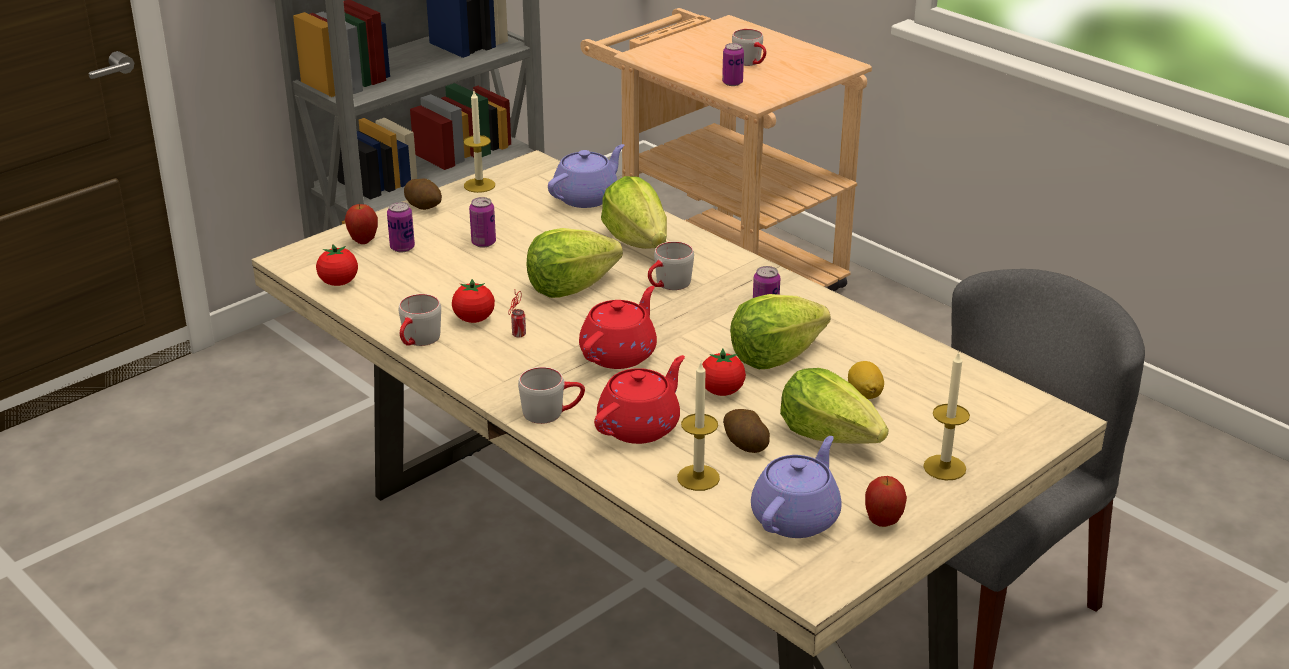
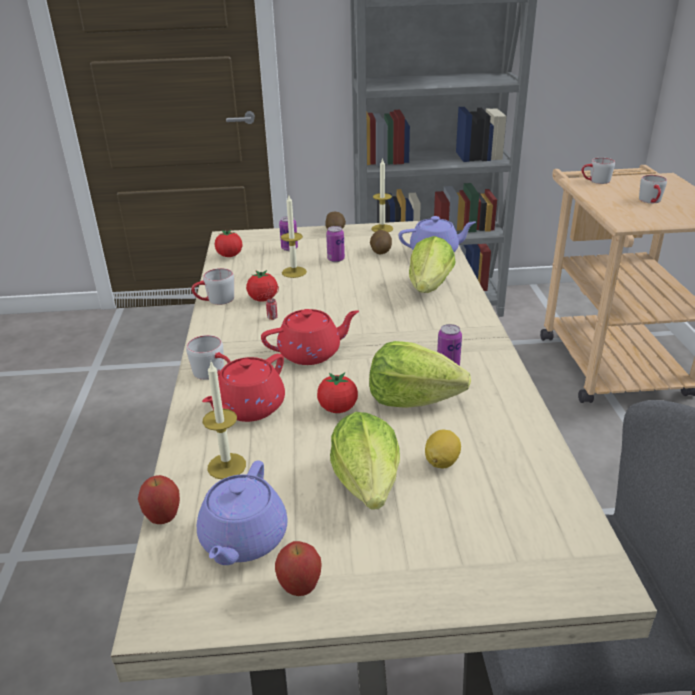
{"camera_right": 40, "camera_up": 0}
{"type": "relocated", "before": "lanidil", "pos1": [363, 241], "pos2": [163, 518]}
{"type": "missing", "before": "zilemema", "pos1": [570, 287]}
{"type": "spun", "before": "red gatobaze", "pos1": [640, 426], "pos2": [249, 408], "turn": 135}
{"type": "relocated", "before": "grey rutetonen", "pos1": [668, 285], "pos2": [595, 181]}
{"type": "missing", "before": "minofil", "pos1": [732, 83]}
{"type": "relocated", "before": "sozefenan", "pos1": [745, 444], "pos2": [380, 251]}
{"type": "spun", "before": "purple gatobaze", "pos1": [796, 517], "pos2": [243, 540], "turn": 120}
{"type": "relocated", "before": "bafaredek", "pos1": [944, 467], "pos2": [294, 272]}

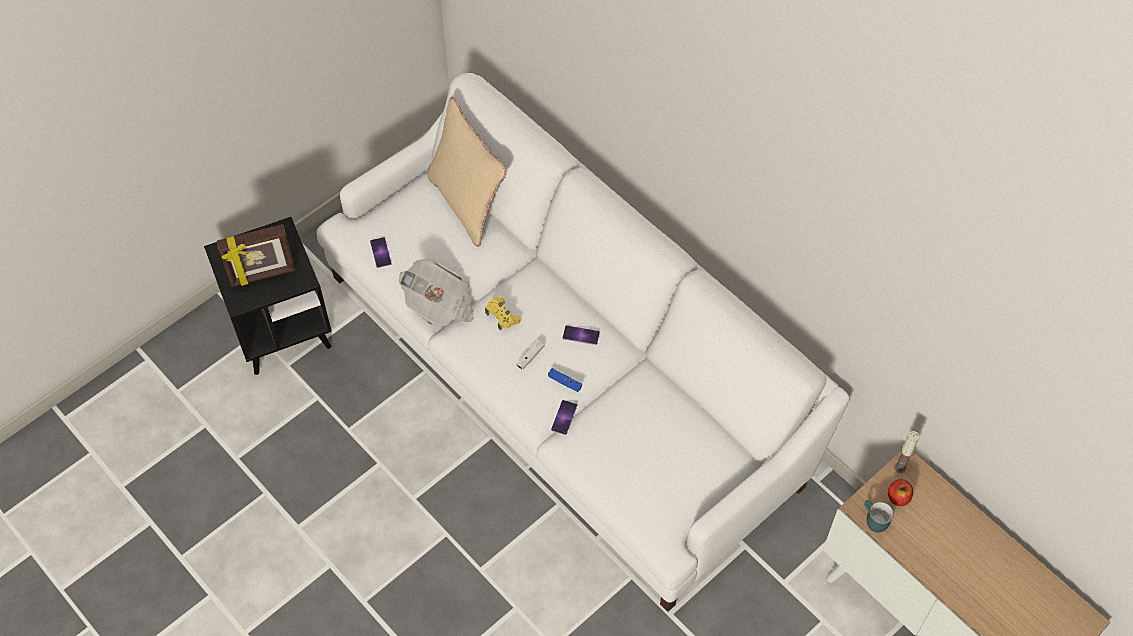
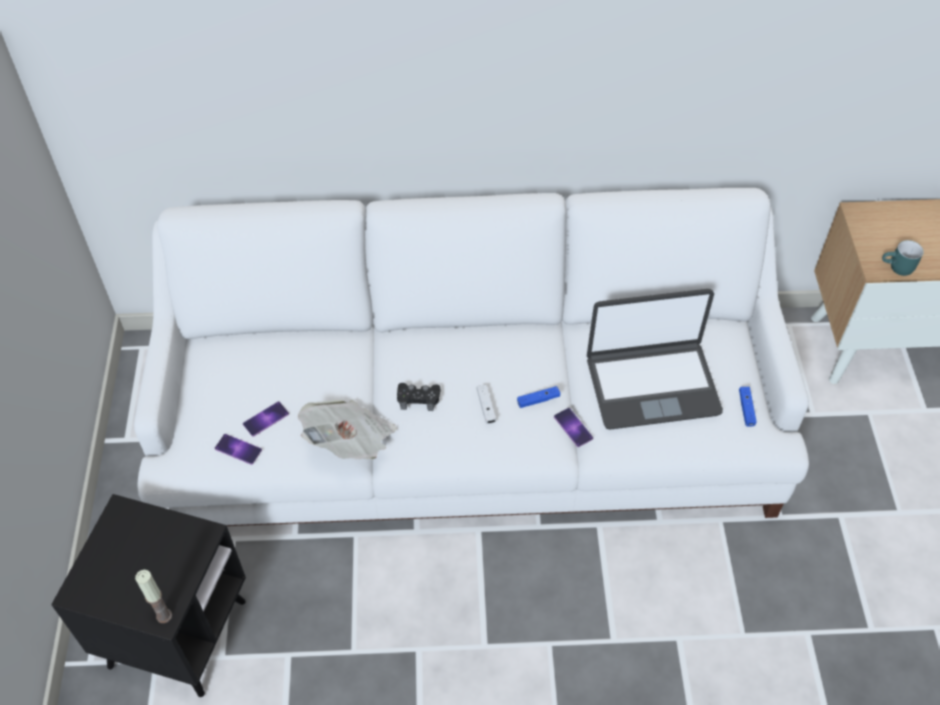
{"camera_right": -50, "camera_up": -5}
{"type": "missing", "before": "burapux", "pos1": [263, 275]}
{"type": "missing", "before": "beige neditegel", "pos1": [467, 203]}
{"type": "colour", "before": "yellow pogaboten", "after": "black pogaboten", "pos1": [502, 316], "pos2": [418, 398]}
{"type": "relocated", "before": "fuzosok", "pos1": [581, 335], "pos2": [266, 419]}
{"type": "missing", "before": "lanidil", "pos1": [898, 497]}
{"type": "relocated", "before": "bafaredek", "pos1": [900, 467], "pos2": [164, 615]}
{"type": "appeared", "after": "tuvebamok", "pos2": [652, 385]}
{"type": "appeared", "after": "blue pogaboten", "pos2": [746, 409]}

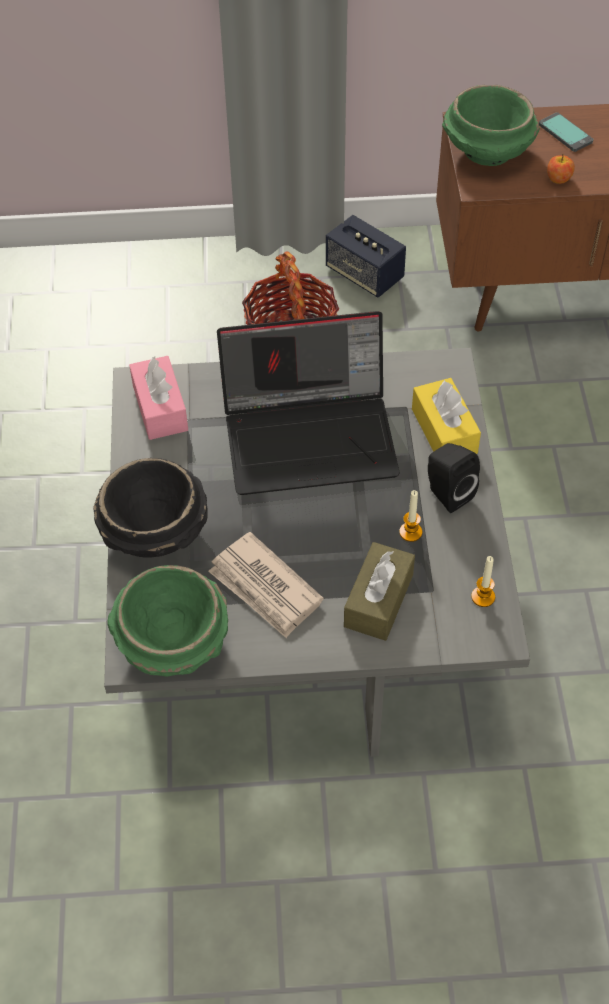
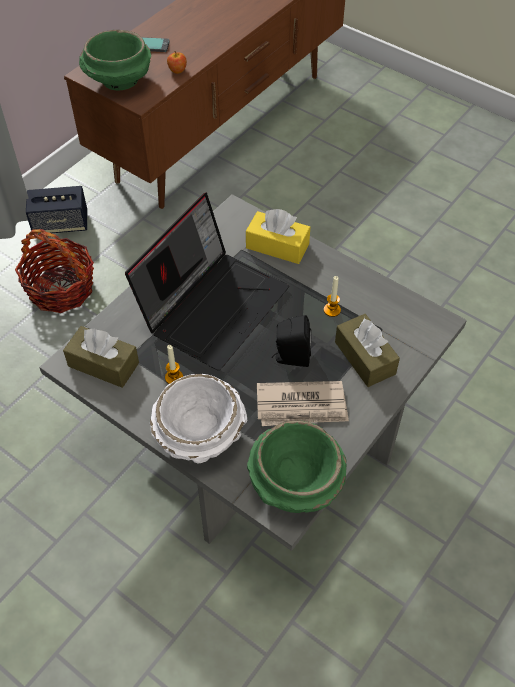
{"camera_right": -50, "camera_up": 0}
{"type": "colour", "before": "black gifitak", "after": "white gifitak", "pos1": [156, 533], "pos2": [200, 434]}
{"type": "colour", "before": "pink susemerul", "after": "brown susemerul", "pos1": [160, 408], "pos2": [103, 364]}
{"type": "relocated", "before": "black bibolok", "pos1": [447, 493], "pos2": [290, 357]}
{"type": "relocated", "before": "bafaredek", "pos1": [483, 597], "pos2": [174, 377]}

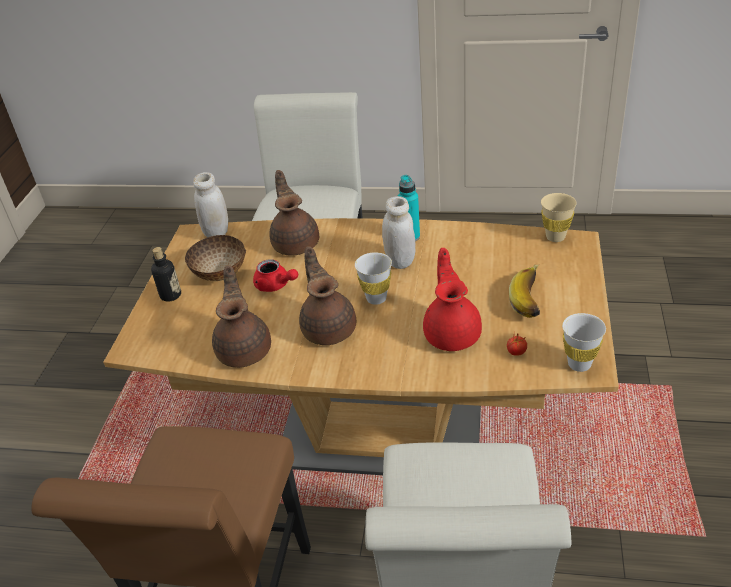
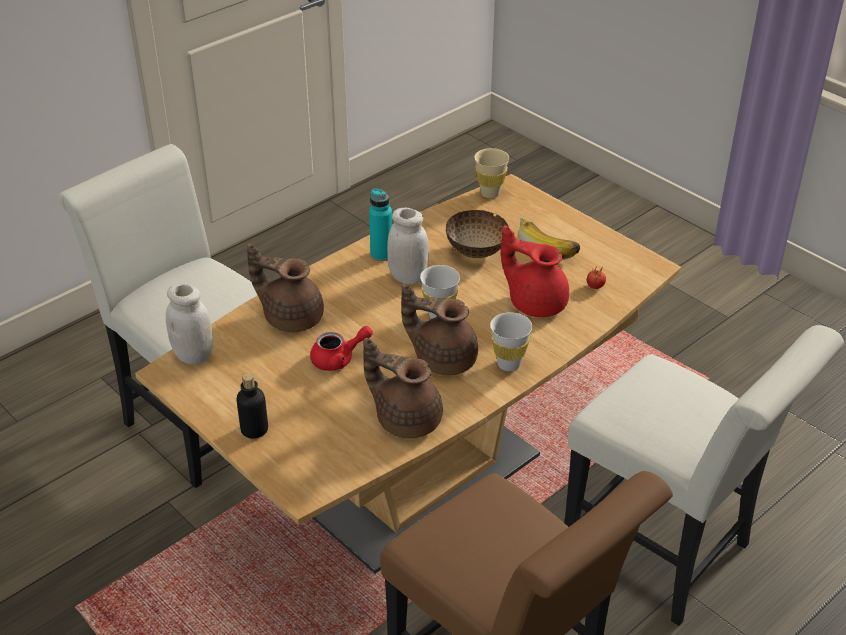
{"camera_right": -55, "camera_up": 0}
{"type": "relocated", "before": "gifitak", "pos1": [219, 275], "pos2": [476, 252]}
{"type": "relocated", "before": "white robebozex", "pos1": [579, 364], "pos2": [509, 364]}

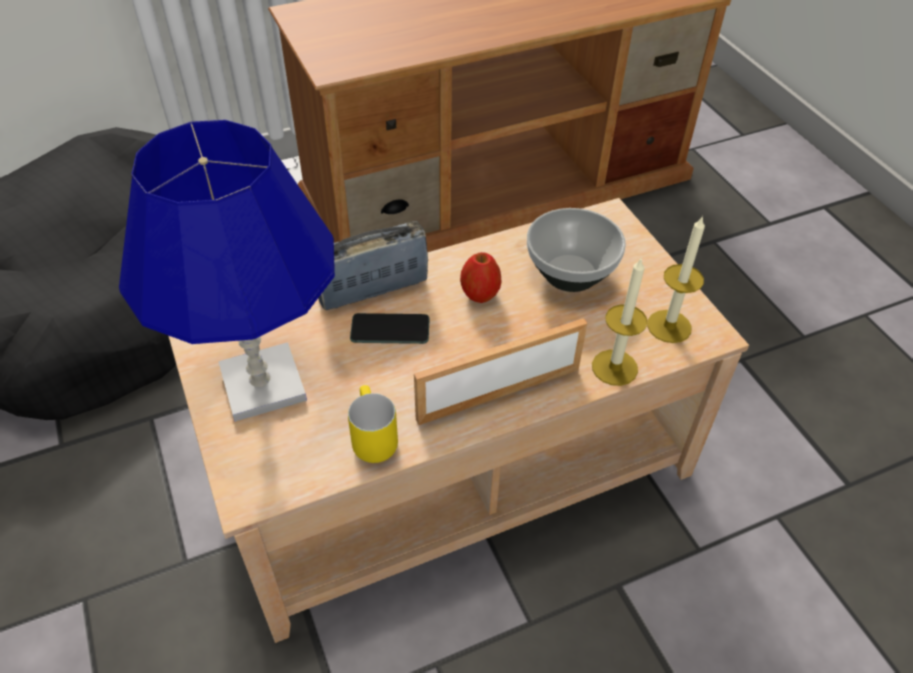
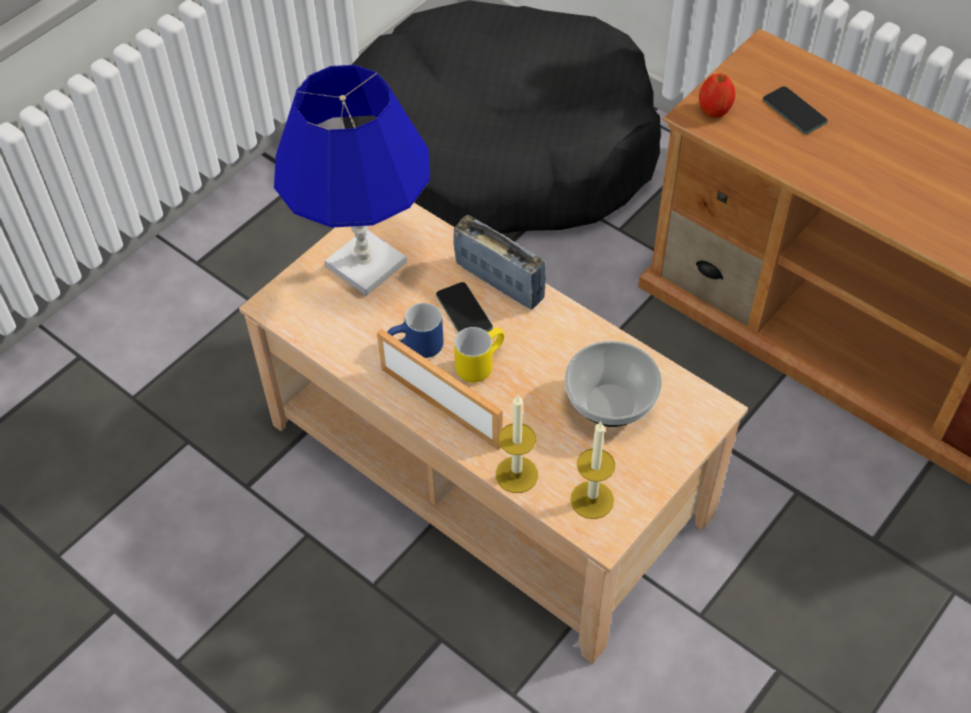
{"camera_right": 65, "camera_up": 5}
{"type": "relocated", "before": "yellow rutetonen", "pos1": [369, 438], "pos2": [479, 363]}
{"type": "relocated", "before": "lanidil", "pos1": [480, 294], "pos2": [714, 111]}
{"type": "appeared", "after": "blue rutetonen", "pos2": [417, 349]}
{"type": "appeared", "after": "fuzosok", "pos2": [794, 111]}

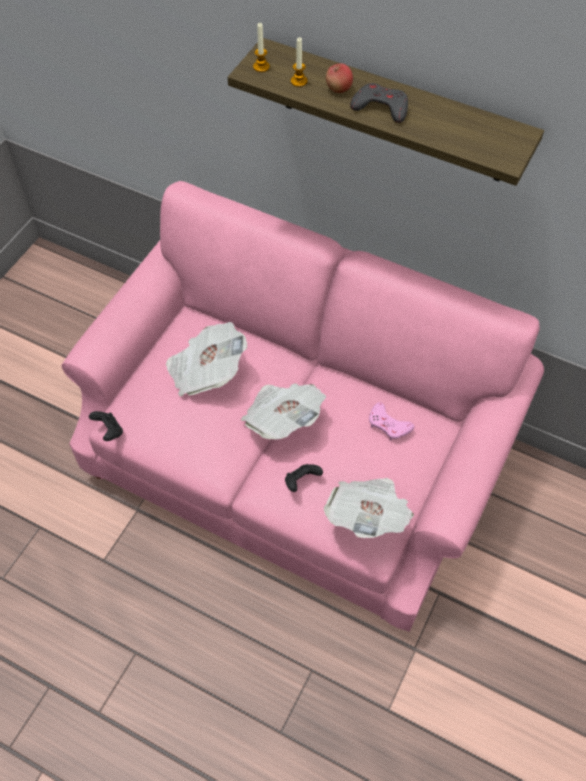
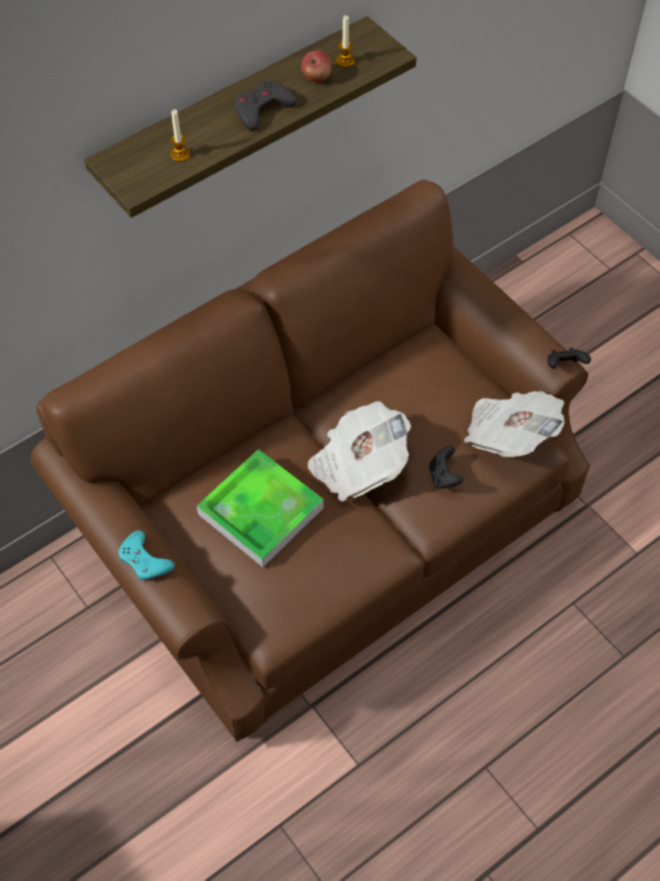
{"camera_right": -65, "camera_up": 0}
{"type": "colour", "before": "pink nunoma", "after": "brown nunoma", "pos1": [295, 458], "pos2": [329, 520]}
{"type": "relocated", "before": "black pogaboten", "pos1": [109, 431], "pos2": [564, 366]}
{"type": "exchanged", "before": "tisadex", "after": "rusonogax", "pos1": [206, 371], "pos2": [260, 511]}
{"type": "relocated", "before": "bafaredek", "pos1": [261, 67], "pos2": [345, 61]}
{"type": "relocated", "before": "lanidil", "pos1": [338, 89], "pos2": [317, 78]}
{"type": "missing", "before": "pink pogaboten", "pos1": [388, 425]}
{"type": "appeared", "after": "turquoise pogaboten", "pos2": [145, 560]}

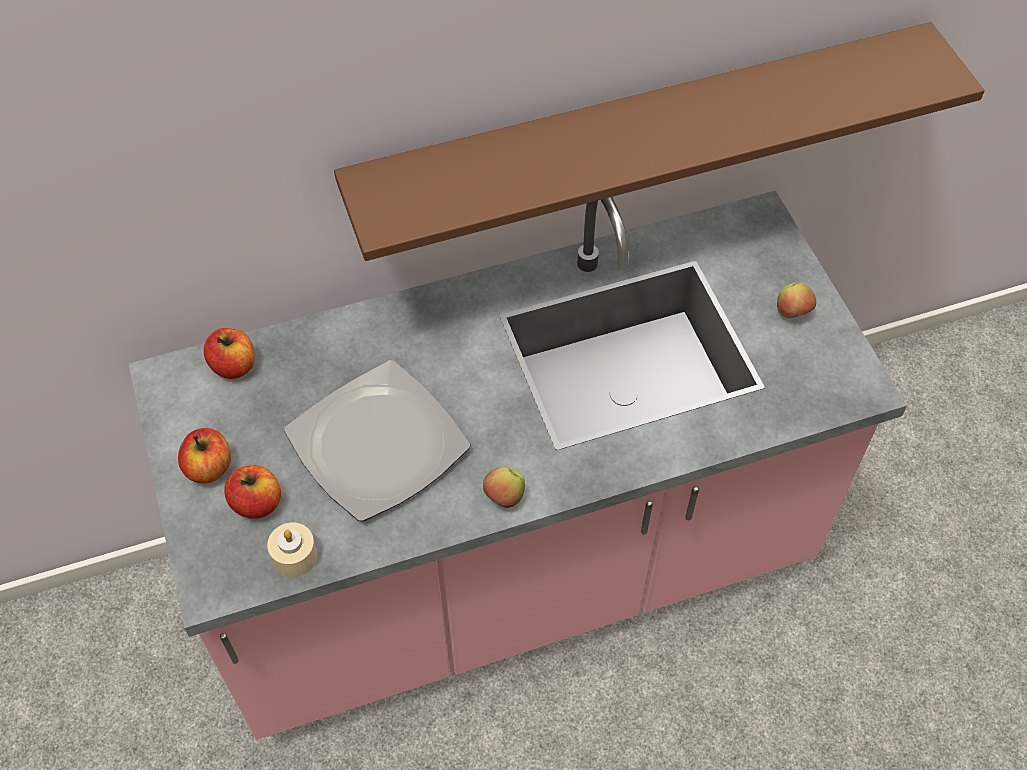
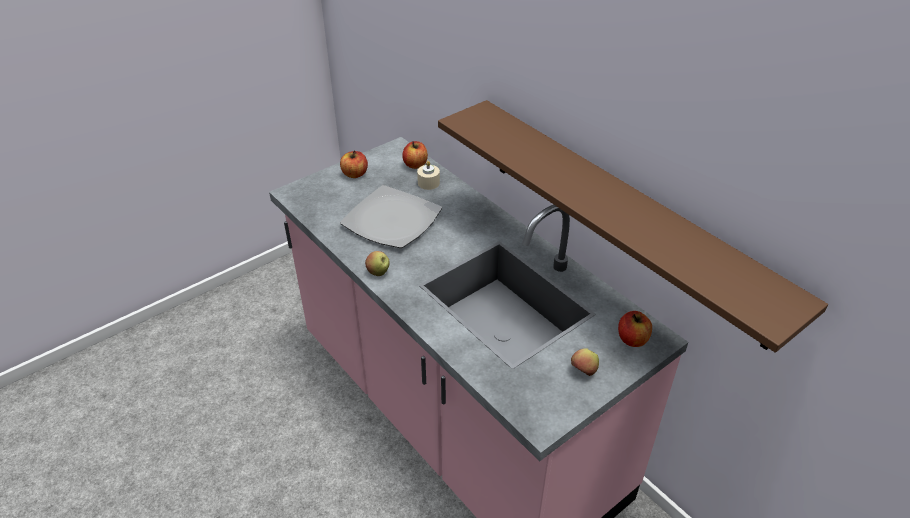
{"camera_right": 70, "camera_up": -15}
{"type": "relocated", "before": "lanidil", "pos1": [257, 503], "pos2": [632, 339]}
{"type": "relocated", "before": "beige bafaredek", "pos1": [294, 556], "pos2": [428, 183]}

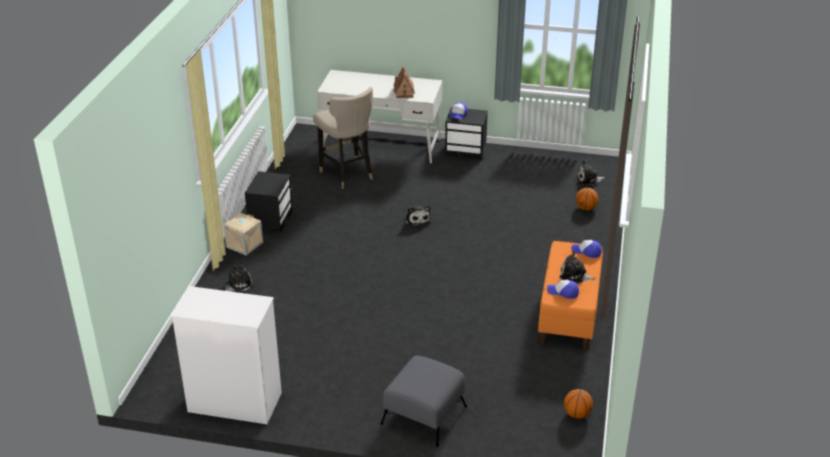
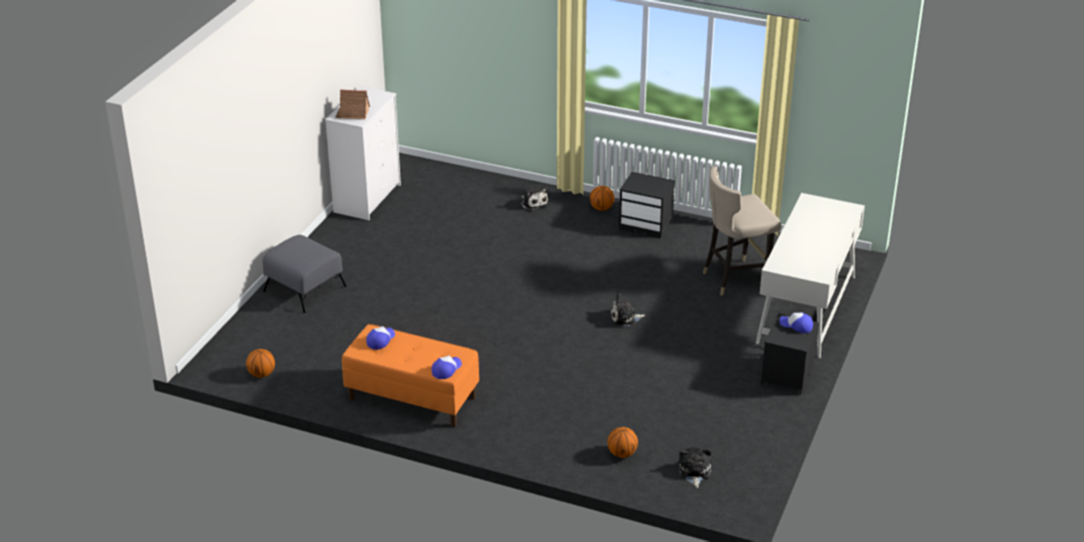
{"camera_right": 100, "camera_up": 0}
{"type": "exchanged", "before": "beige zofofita", "after": "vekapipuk", "pos1": [244, 245], "pos2": [601, 208]}
{"type": "relocated", "before": "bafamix", "pos1": [404, 91], "pos2": [353, 114]}
{"type": "missing", "before": "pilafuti", "pos1": [575, 275]}

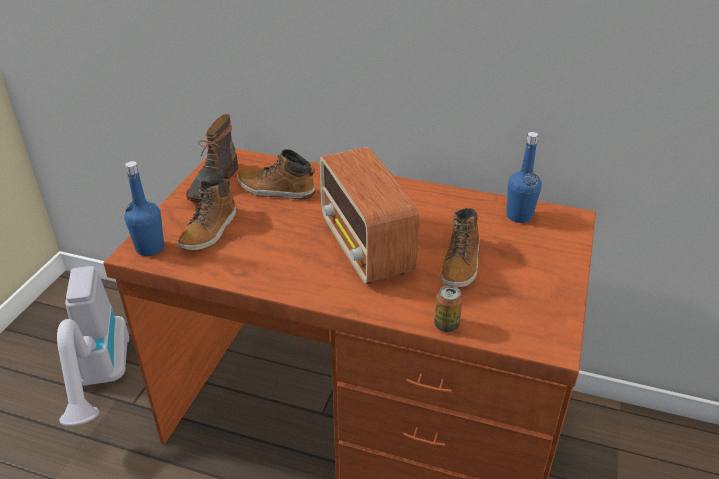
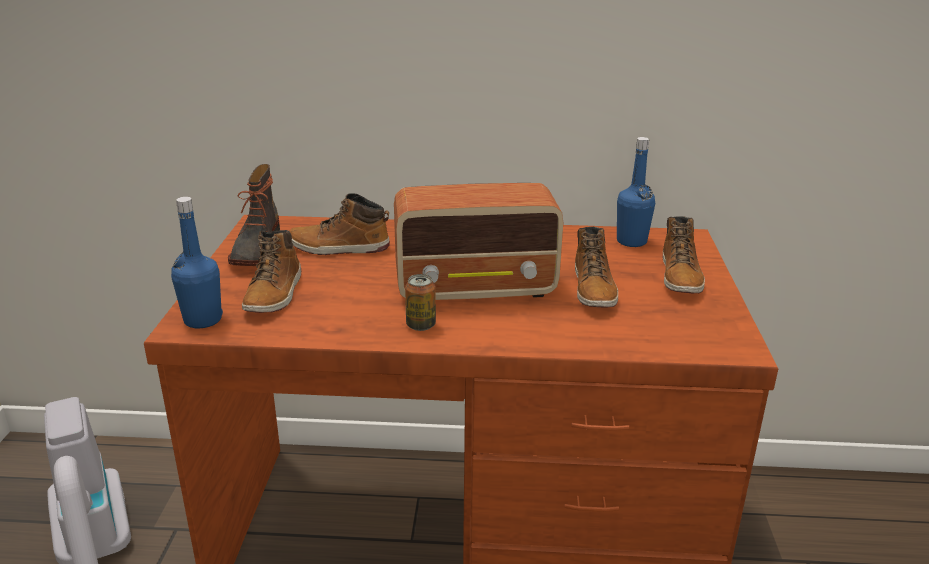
{"camera_right": -15, "camera_up": -10}
{"type": "spun", "before": "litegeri", "pos1": [366, 248], "pos2": [477, 288], "turn": -60}
{"type": "relocated", "before": "minofil", "pos1": [446, 325], "pos2": [420, 325]}
{"type": "appeared", "after": "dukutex", "pos2": [680, 277]}

